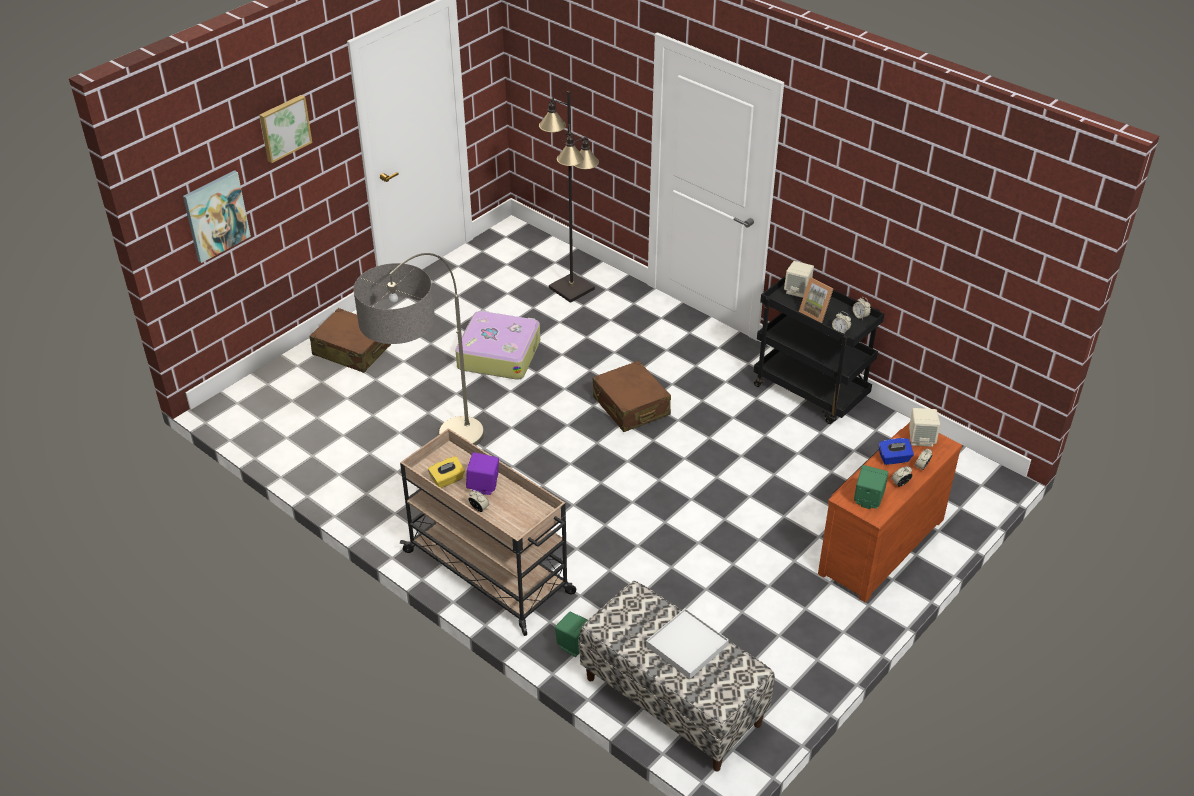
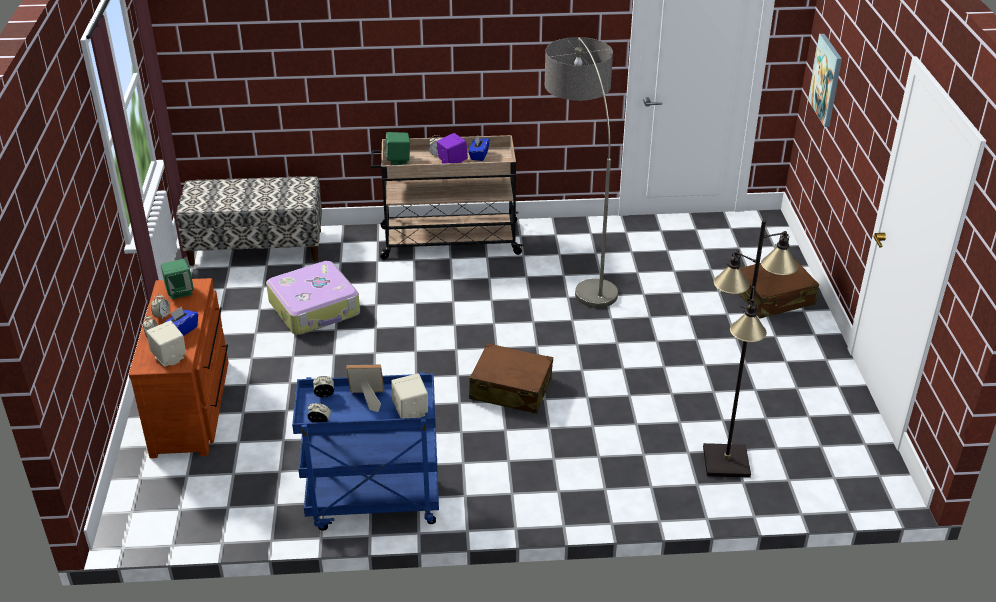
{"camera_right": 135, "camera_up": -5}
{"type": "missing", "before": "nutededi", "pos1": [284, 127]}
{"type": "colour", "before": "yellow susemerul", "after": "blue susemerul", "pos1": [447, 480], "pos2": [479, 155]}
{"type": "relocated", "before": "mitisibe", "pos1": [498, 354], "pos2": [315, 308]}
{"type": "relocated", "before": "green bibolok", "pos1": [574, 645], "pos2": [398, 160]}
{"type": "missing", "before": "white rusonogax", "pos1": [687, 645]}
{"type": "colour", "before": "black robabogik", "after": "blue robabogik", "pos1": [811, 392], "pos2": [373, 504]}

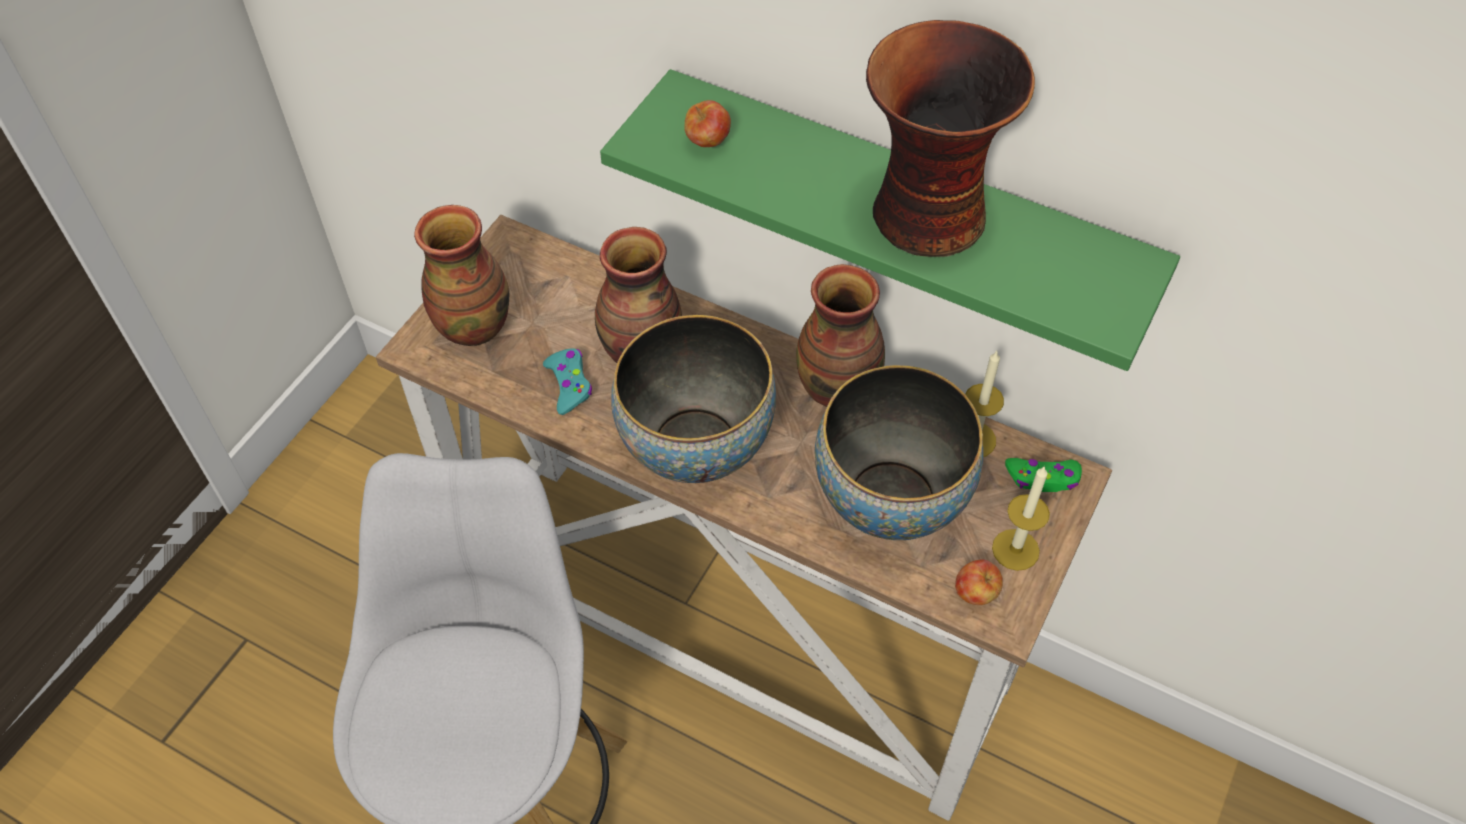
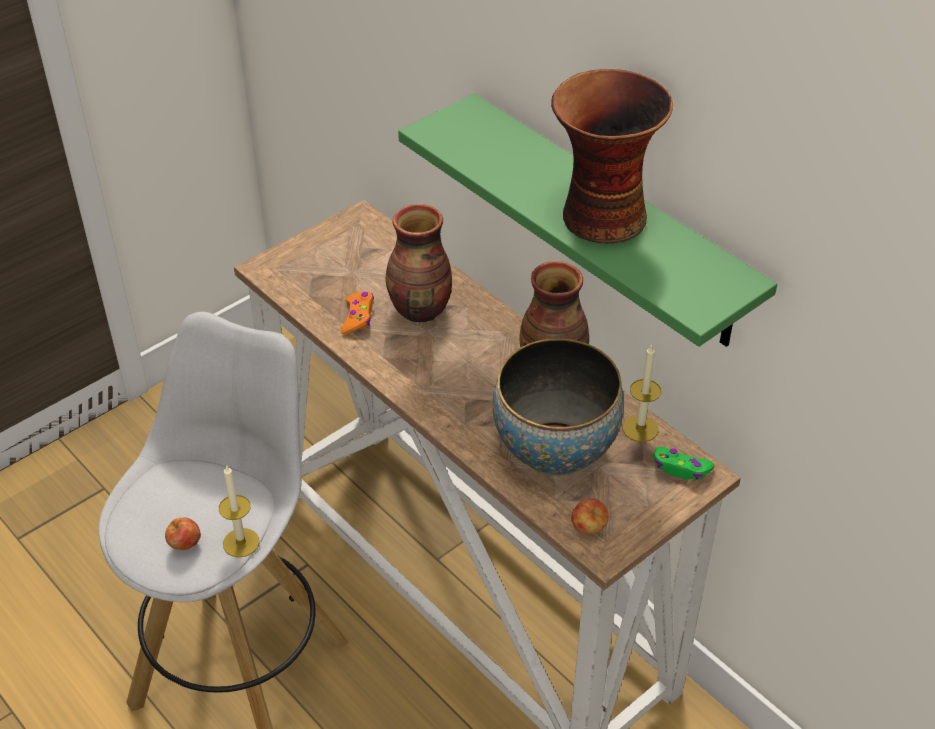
{"camera_right": 20, "camera_up": -10}
{"type": "missing", "before": "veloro", "pos1": [473, 325]}
{"type": "colour", "before": "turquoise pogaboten", "after": "orange pogaboten", "pos1": [569, 385], "pos2": [358, 317]}
{"type": "missing", "before": "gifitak", "pos1": [695, 447]}
{"type": "relocated", "before": "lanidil", "pos1": [708, 142], "pos2": [185, 544]}
{"type": "relocated", "before": "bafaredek", "pos1": [1015, 549], "pos2": [241, 542]}

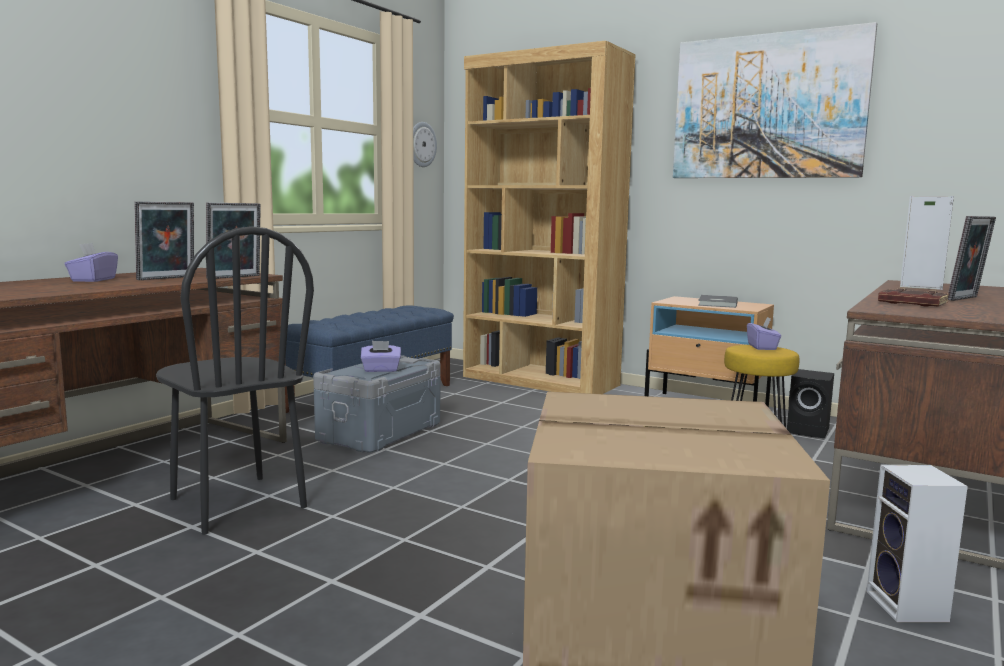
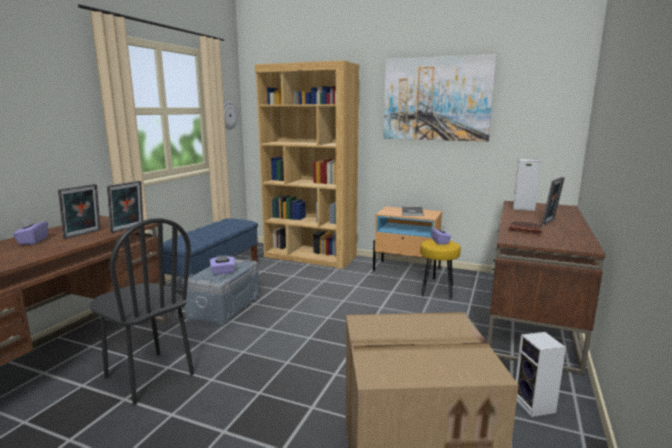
{"camera_right": -10, "camera_up": 5}
{"type": "missing", "before": "black bibolok", "pos1": [809, 431]}

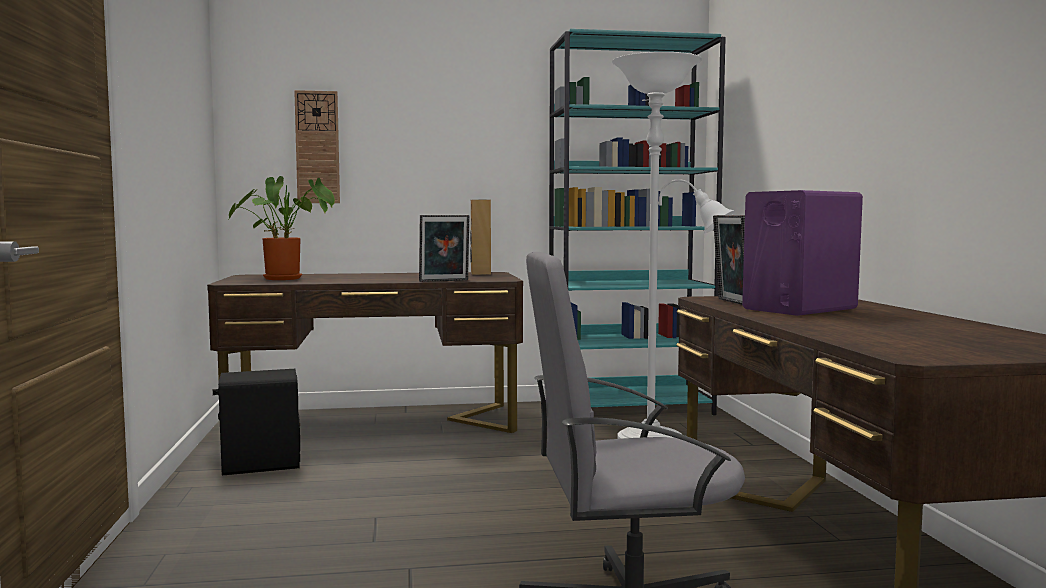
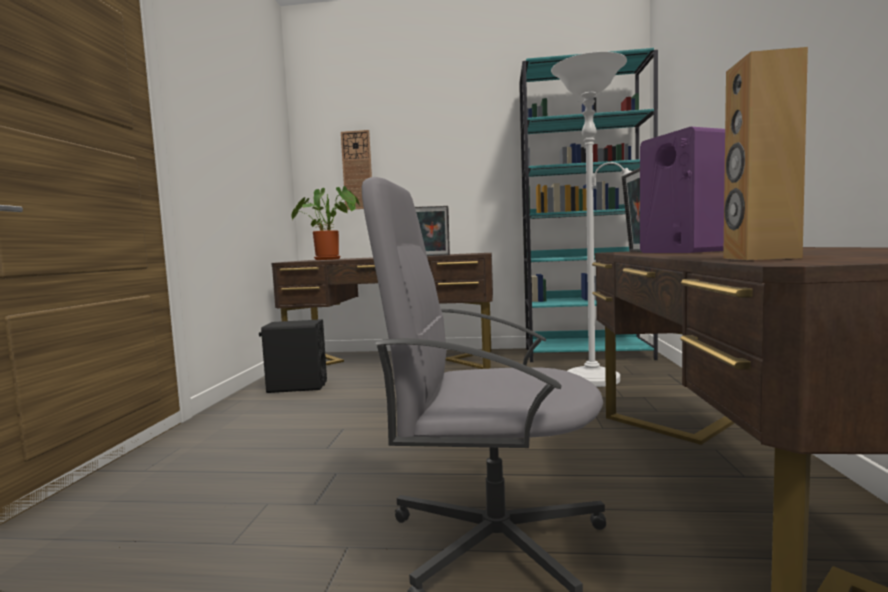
{"camera_right": 15, "camera_up": 0}
{"type": "relocated", "before": "brown bibolok", "pos1": [480, 273], "pos2": [759, 258]}

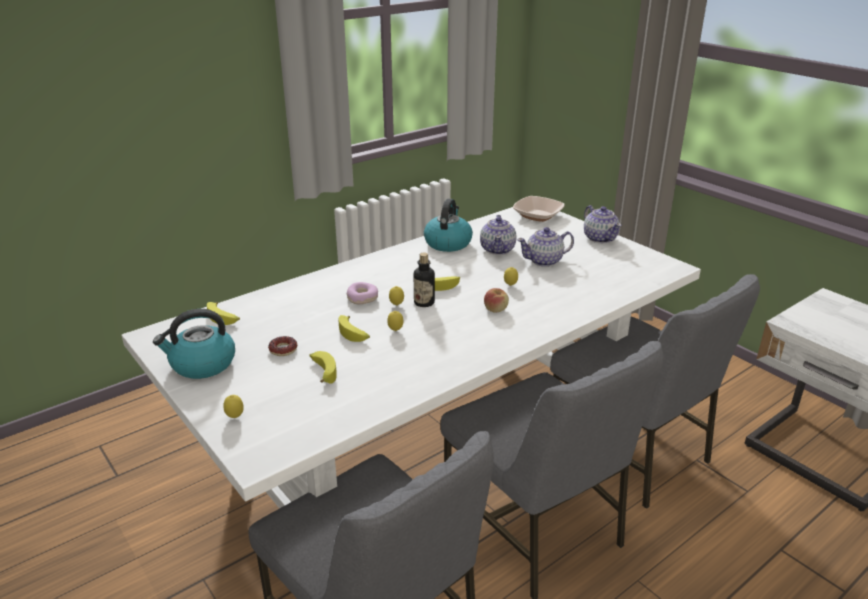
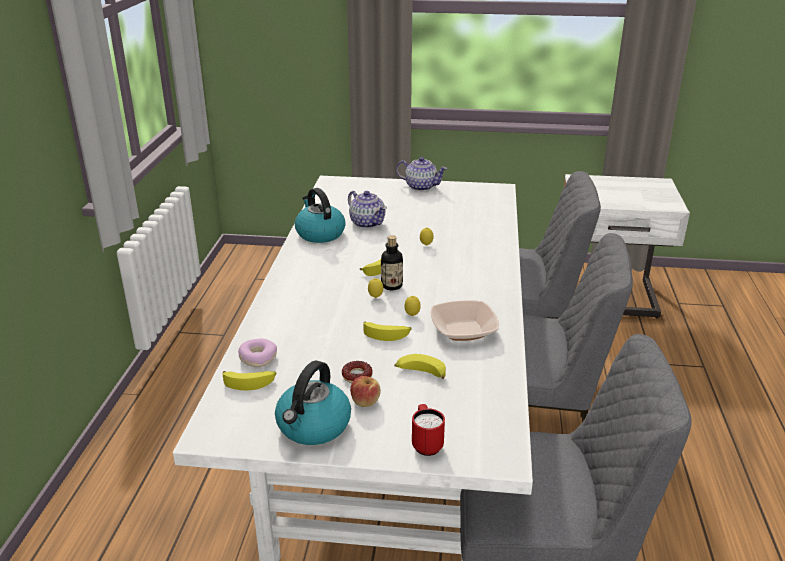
{"camera_right": -45, "camera_up": 0}
{"type": "exchanged", "before": "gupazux", "after": "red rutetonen", "pos1": [235, 417], "pos2": [426, 443]}
{"type": "relocated", "before": "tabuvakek", "pos1": [362, 298], "pos2": [258, 358]}
{"type": "relocated", "before": "lanidil", "pos1": [496, 309], "pos2": [365, 401]}
{"type": "relocated", "before": "gifitak", "pos1": [538, 215], "pos2": [463, 330]}
{"type": "missing", "before": "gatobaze", "pos1": [544, 261]}

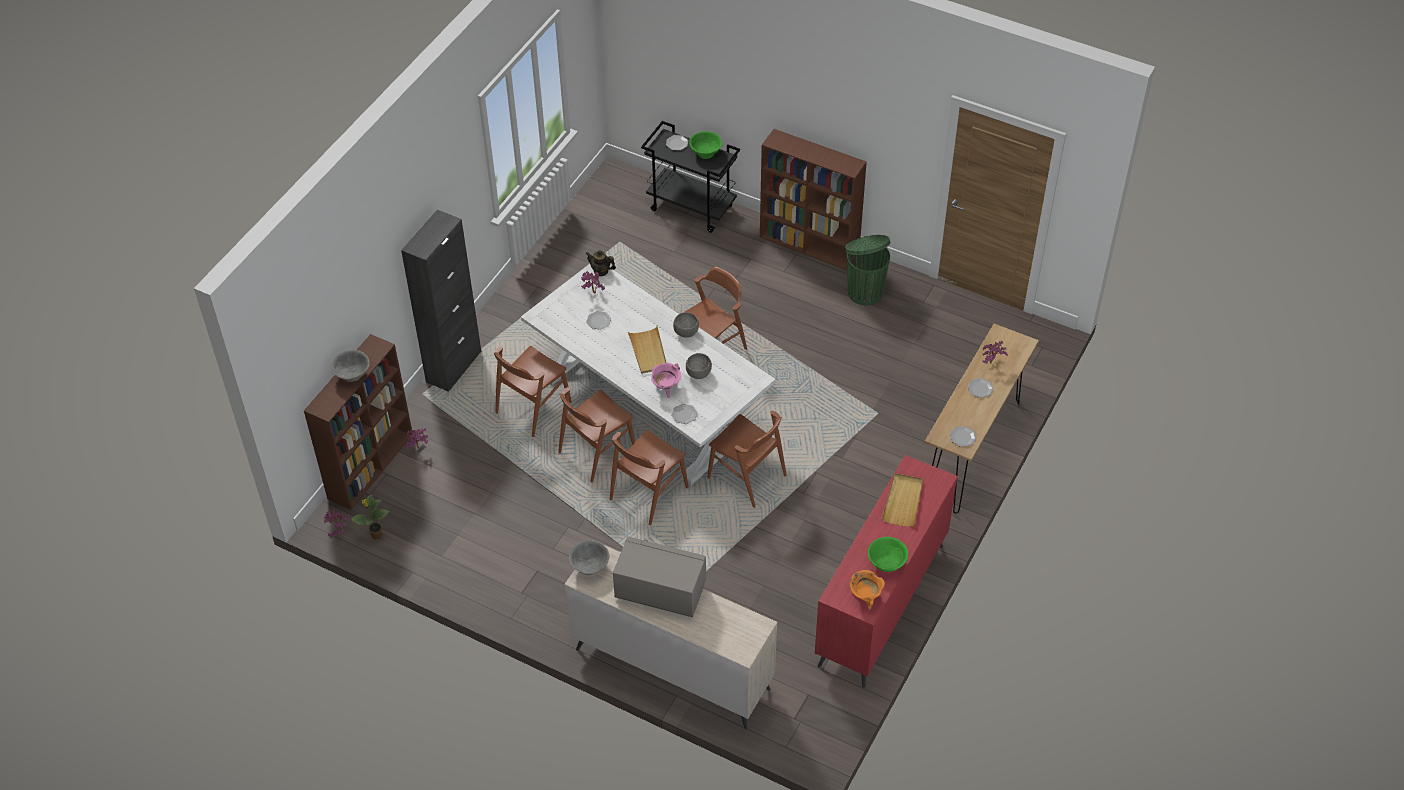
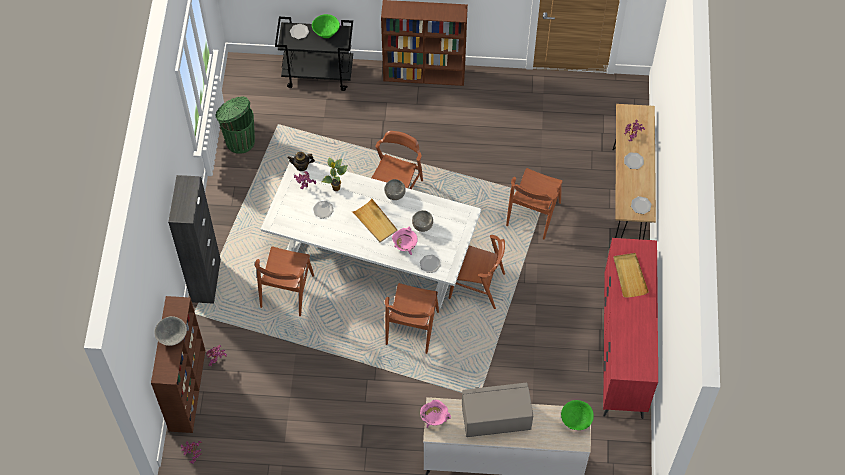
{"camera_right": -25, "camera_up": 10}
{"type": "relocated", "before": "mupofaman", "pos1": [376, 536], "pos2": [336, 188]}
{"type": "relocated", "before": "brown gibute", "pos1": [597, 452], "pos2": [533, 214]}
{"type": "exchanged", "before": "grey gifitak", "after": "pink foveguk", "pos1": [590, 567], "pos2": [434, 420]}
{"type": "relocated", "before": "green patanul", "pos1": [864, 291], "pos2": [239, 140]}
{"type": "missing", "before": "orange foveguk", "pos1": [865, 598]}
{"type": "relocated", "before": "green gifitak", "pos1": [886, 563], "pos2": [576, 420]}

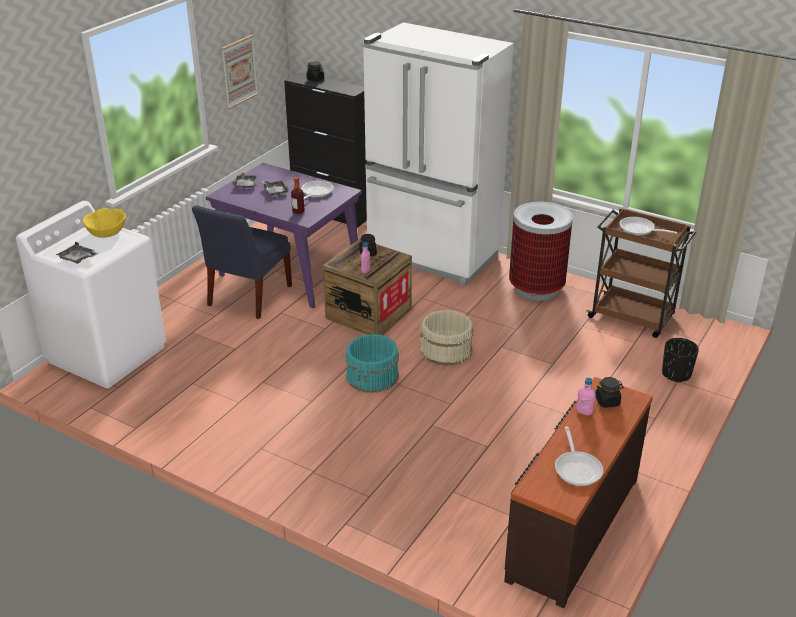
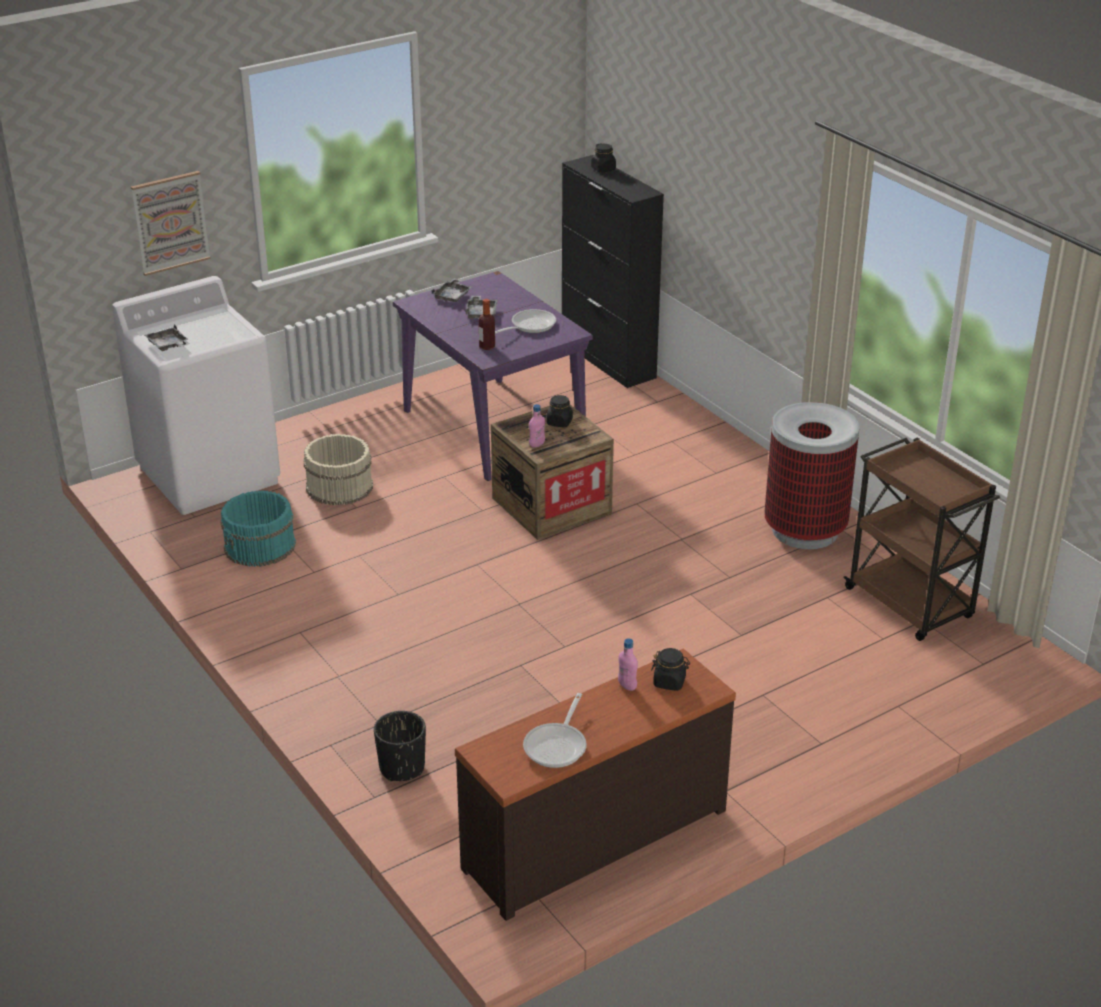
{"camera_right": 25, "camera_up": 0}
{"type": "missing", "before": "yellow gifitak", "pos1": [107, 232]}
{"type": "missing", "before": "blue gibute", "pos1": [247, 297]}
{"type": "relocated", "before": "nutededi", "pos1": [239, 71], "pos2": [170, 222]}
{"type": "relocated", "before": "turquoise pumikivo", "pos1": [373, 376], "pos2": [260, 546]}
{"type": "missing", "before": "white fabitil", "pos1": [432, 257]}
{"type": "relocated", "before": "beige pumikivo", "pos1": [445, 350], "pos2": [339, 487]}
{"type": "missing", "before": "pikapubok", "pos1": [639, 230]}
{"type": "relocated", "before": "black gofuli", "pos1": [676, 374], "pos2": [402, 768]}

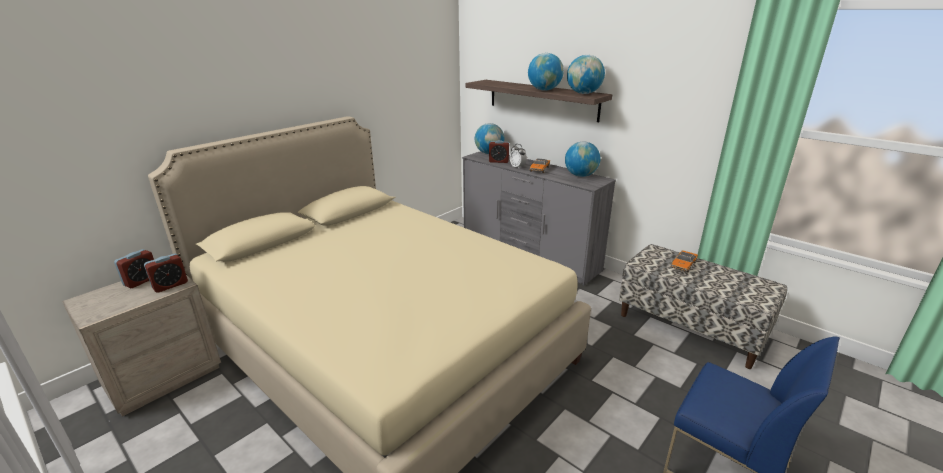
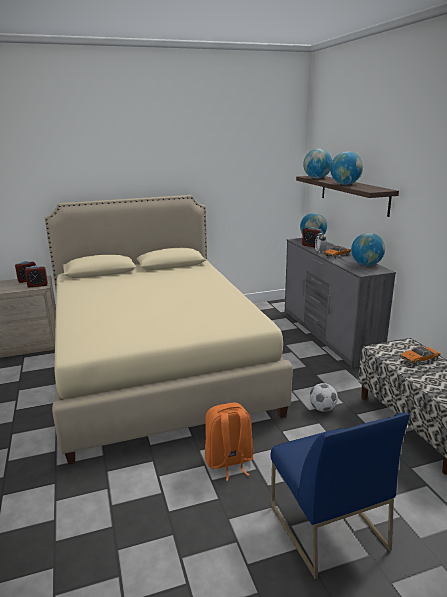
{"camera_right": 30, "camera_up": -5}
{"type": "relocated", "before": "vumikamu", "pos1": [583, 93], "pos2": [317, 178]}
{"type": "appeared", "after": "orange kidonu", "pos2": [229, 462]}
{"type": "appeared", "after": "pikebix", "pos2": [322, 409]}

